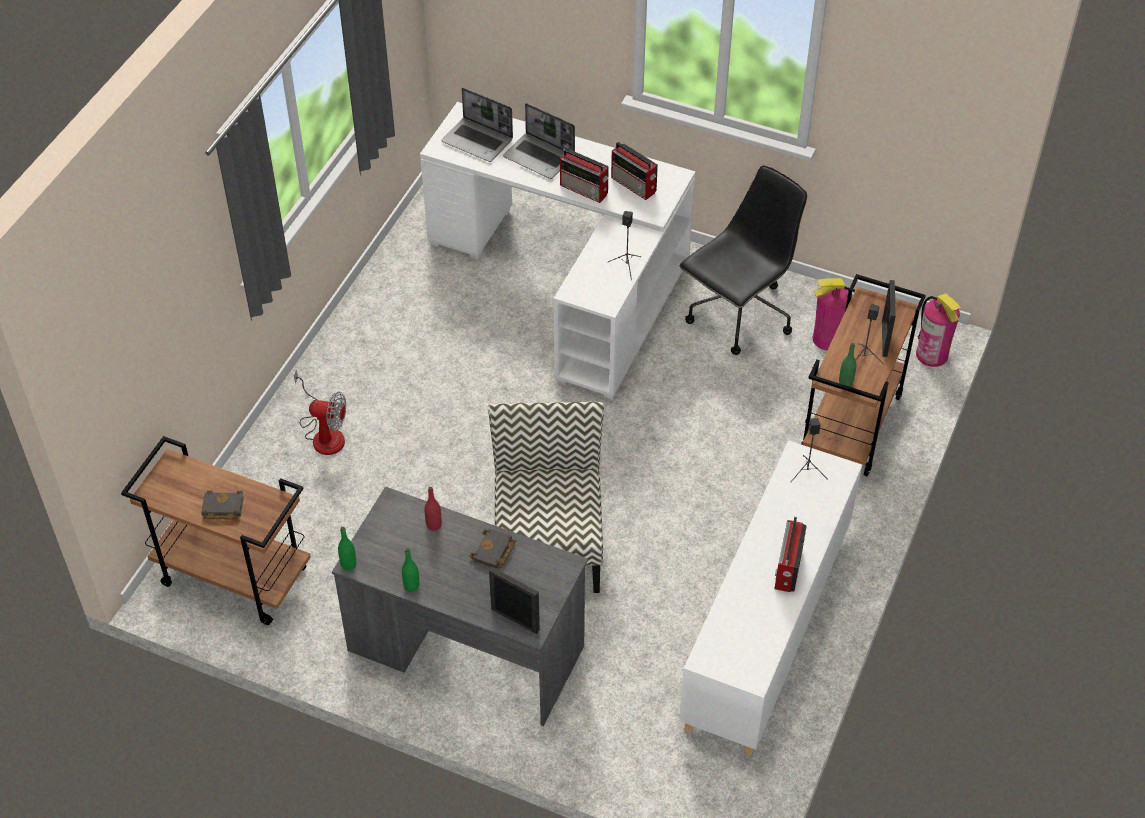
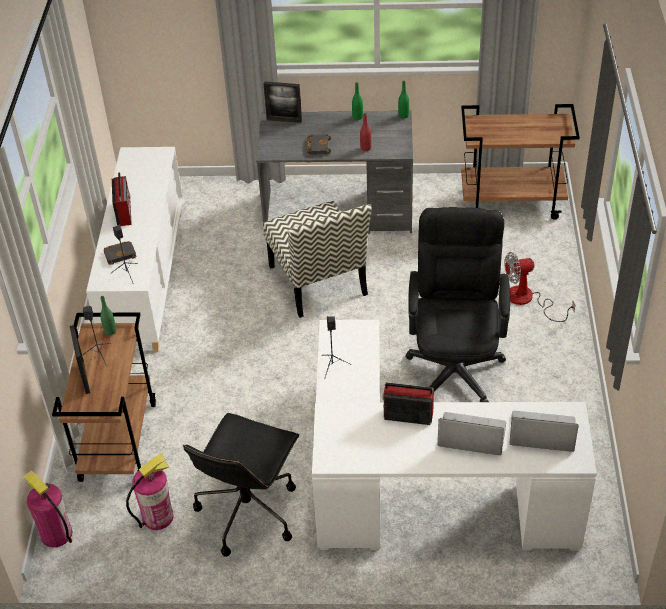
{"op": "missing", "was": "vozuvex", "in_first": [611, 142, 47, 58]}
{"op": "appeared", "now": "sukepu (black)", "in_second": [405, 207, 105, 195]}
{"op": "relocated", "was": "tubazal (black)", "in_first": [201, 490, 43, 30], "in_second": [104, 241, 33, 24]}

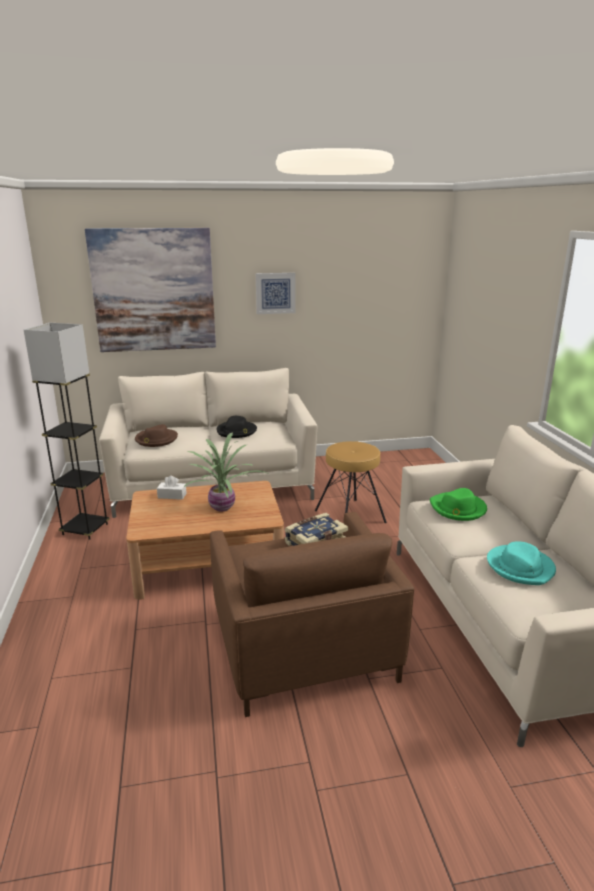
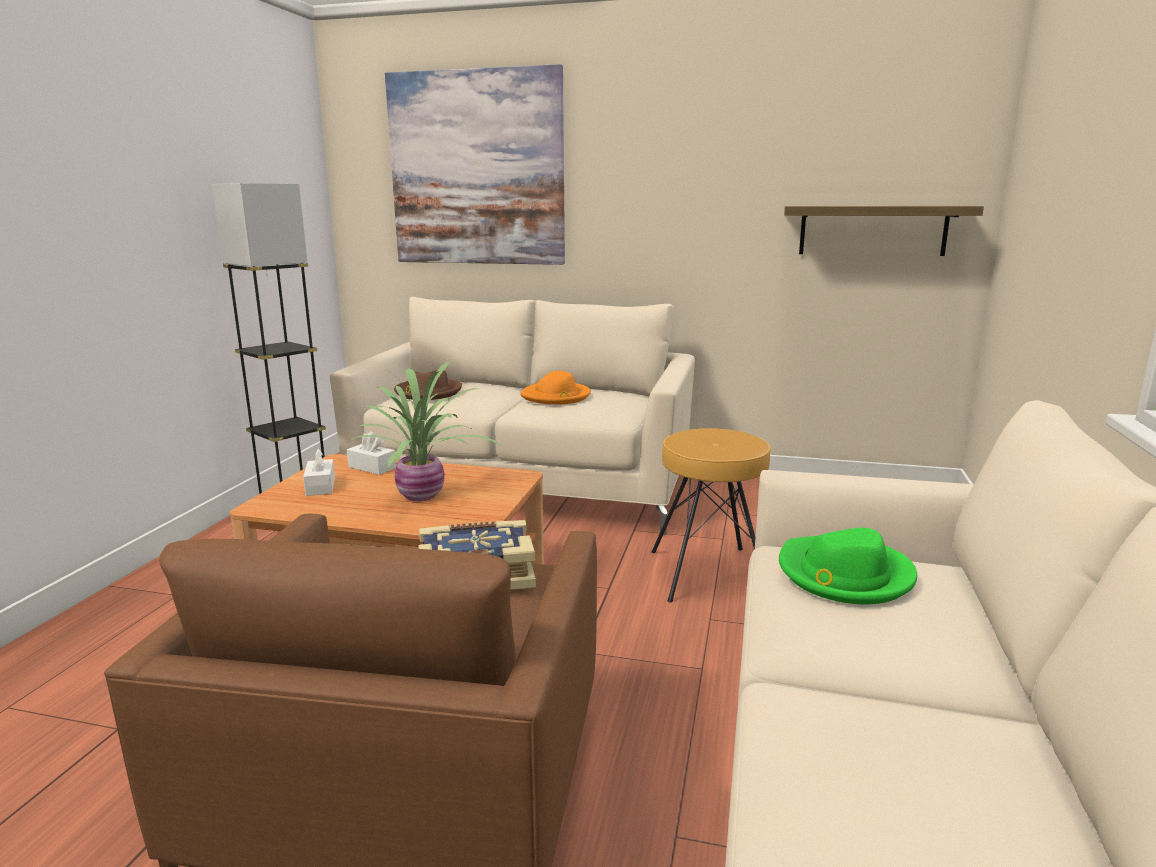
{"op": "missing", "was": "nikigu", "in_first": [256, 273, 40, 41]}
{"op": "missing", "was": "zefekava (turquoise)", "in_first": [487, 541, 69, 44]}
{"op": "appeared", "now": "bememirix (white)", "in_second": [303, 448, 32, 48]}
{"op": "appeared", "now": "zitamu", "in_second": [784, 206, 200, 50]}
{"op": "colour", "was": "zefekava (black)", "now": "zefekava (orange)", "in_first": [217, 416, 40, 22], "in_second": [520, 371, 71, 34]}

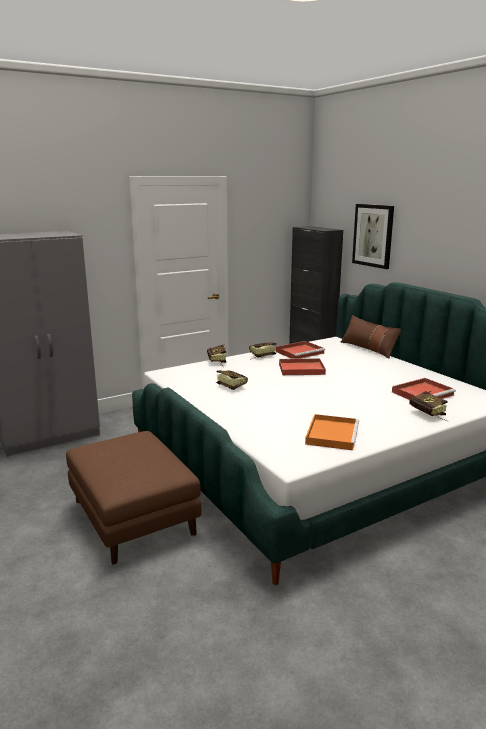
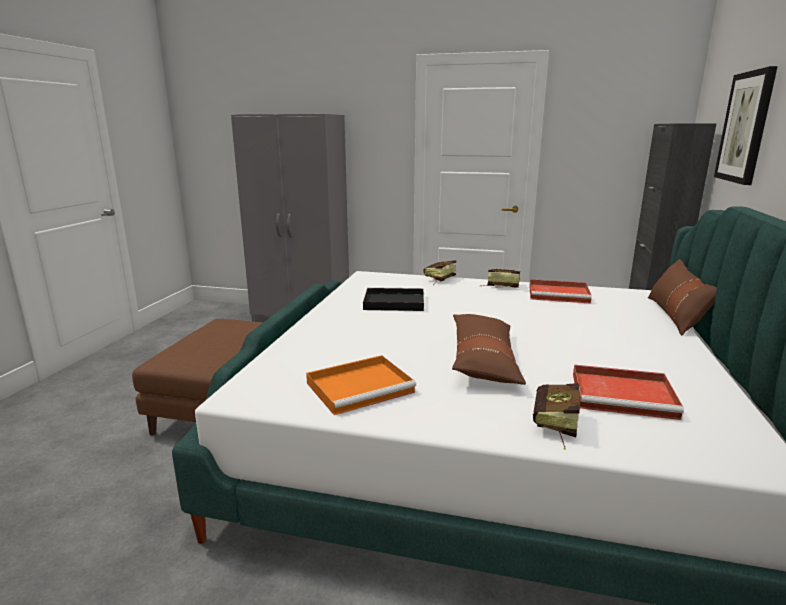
{"op": "missing", "was": "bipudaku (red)", "in_first": [279, 358, 47, 17]}
{"op": "appeared", "now": "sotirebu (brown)", "in_second": [452, 314, 74, 71]}
{"op": "exchanged", "was": "tubazal", "now": "bipudaku (black)", "in_first": [216, 370, 32, 20], "in_second": [363, 287, 61, 24]}

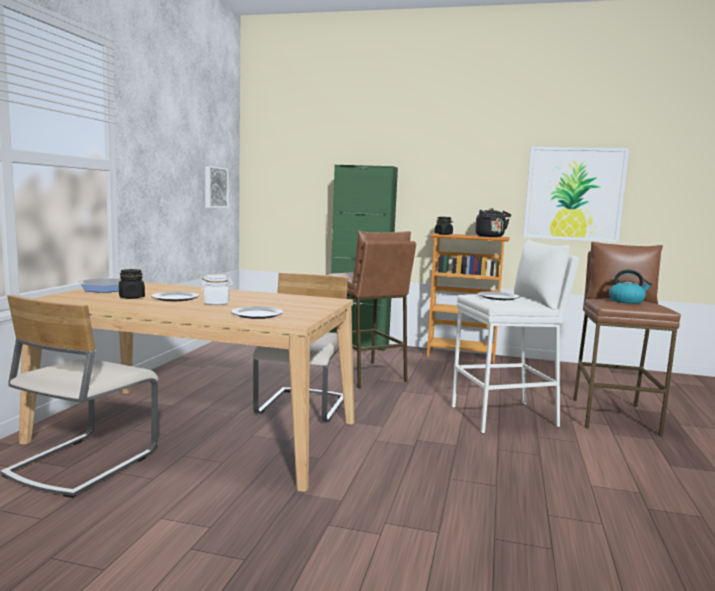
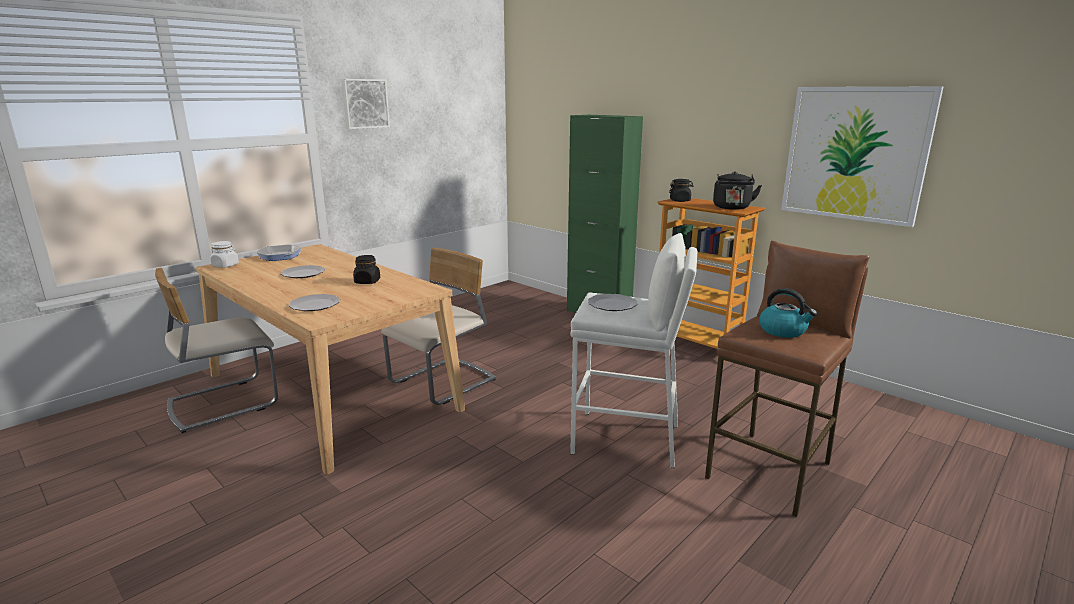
{"op": "missing", "was": "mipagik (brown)", "in_first": [327, 231, 89, 158]}
{"op": "relocated", "was": "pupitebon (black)", "in_first": [119, 269, 26, 30], "in_second": [353, 255, 27, 29]}
{"op": "relocated", "was": "pupitebon (white)", "in_first": [201, 275, 32, 30], "in_second": [210, 241, 29, 27]}
{"op": "relocated", "was": "nikigu", "in_first": [205, 166, 24, 42], "in_second": [341, 79, 49, 50]}

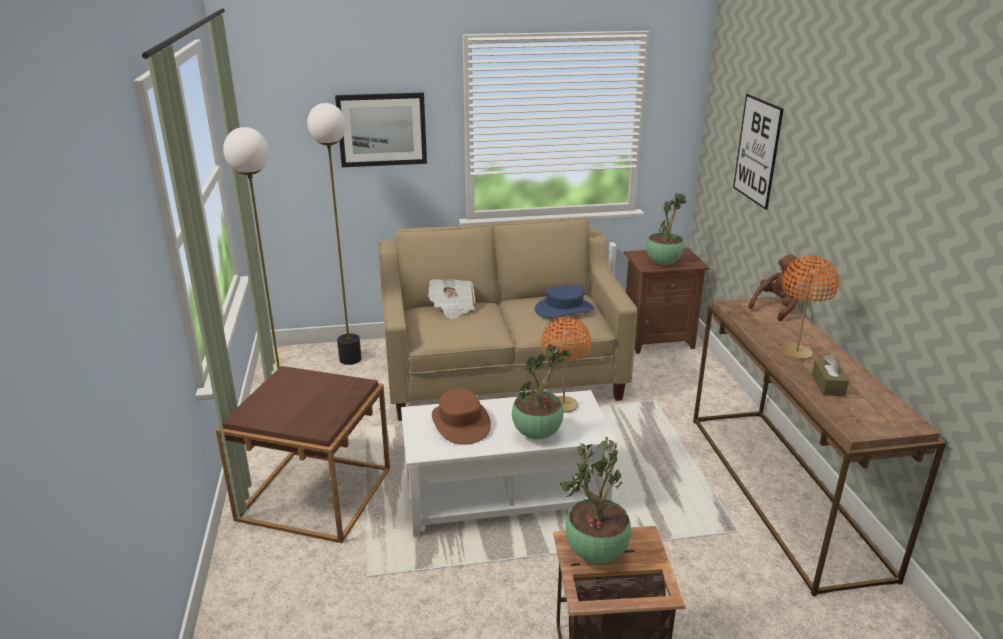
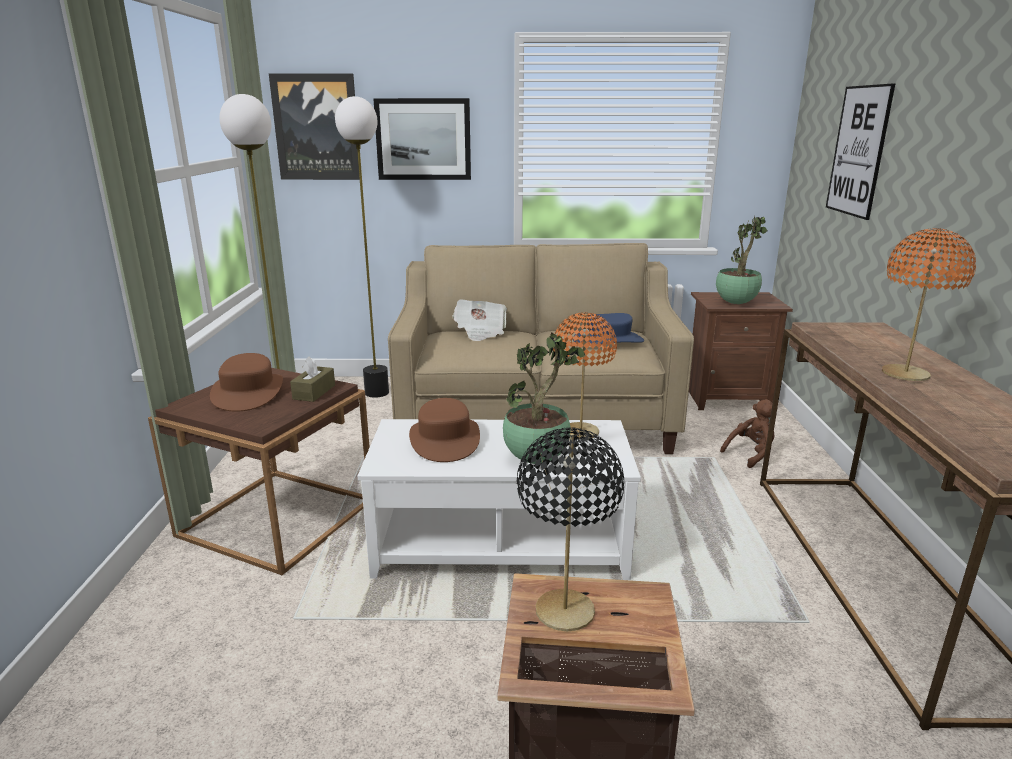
{"op": "appeared", "now": "zefekava (brown)", "in_second": [210, 353, 73, 59]}
{"op": "appeared", "now": "nikigu", "in_second": [269, 74, 91, 106]}
{"op": "relocated", "was": "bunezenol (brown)", "in_first": [748, 254, 52, 67], "in_second": [720, 399, 55, 69]}
{"op": "relocated", "was": "bememirix (brown)", "in_first": [812, 354, 37, 42], "in_second": [290, 356, 45, 46]}
{"op": "exchanged", "was": "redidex", "now": "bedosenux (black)", "in_first": [560, 437, 71, 127], "in_second": [517, 427, 107, 204]}

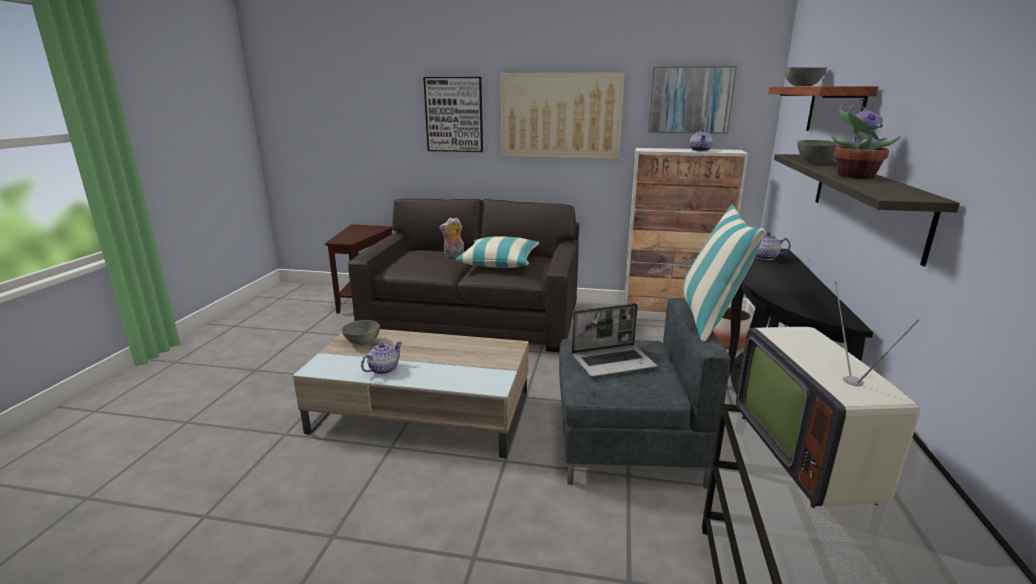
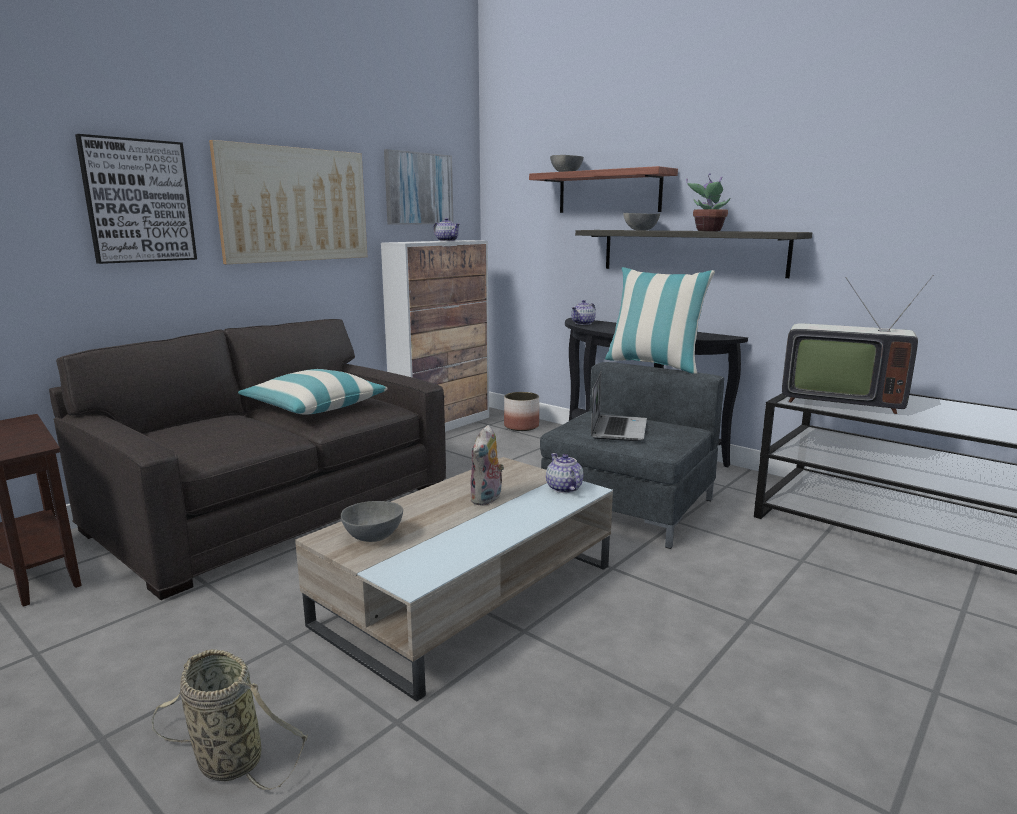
{"op": "appeared", "now": "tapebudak", "in_second": [152, 649, 156, 141]}
{"op": "relocated", "was": "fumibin", "in_first": [361, 341, 41, 33], "in_second": [546, 453, 38, 40]}
{"op": "relocated", "was": "bunezenol", "in_first": [439, 217, 25, 40], "in_second": [470, 425, 34, 81]}

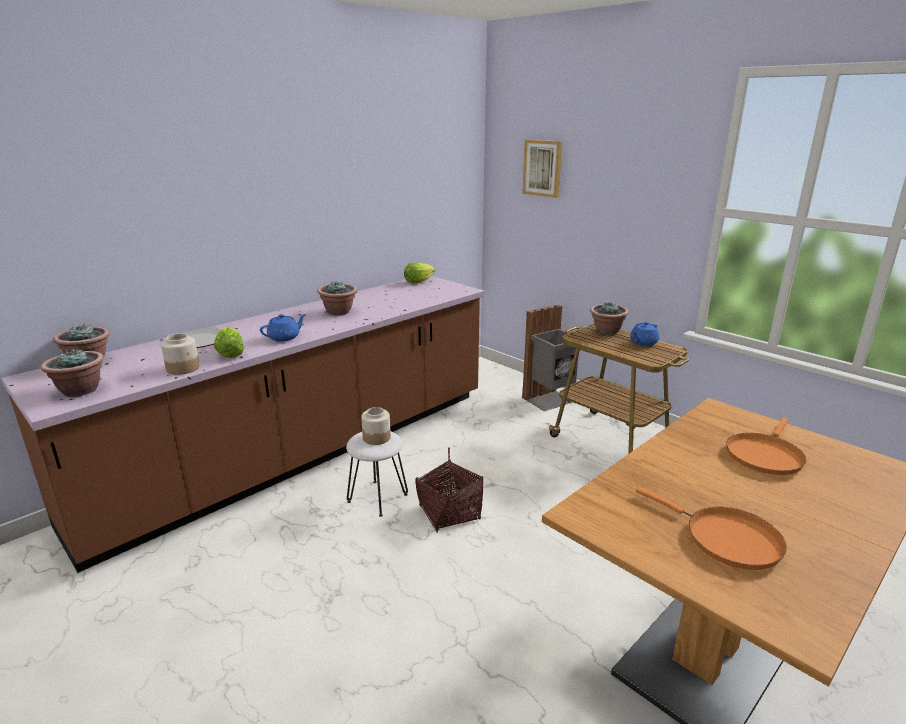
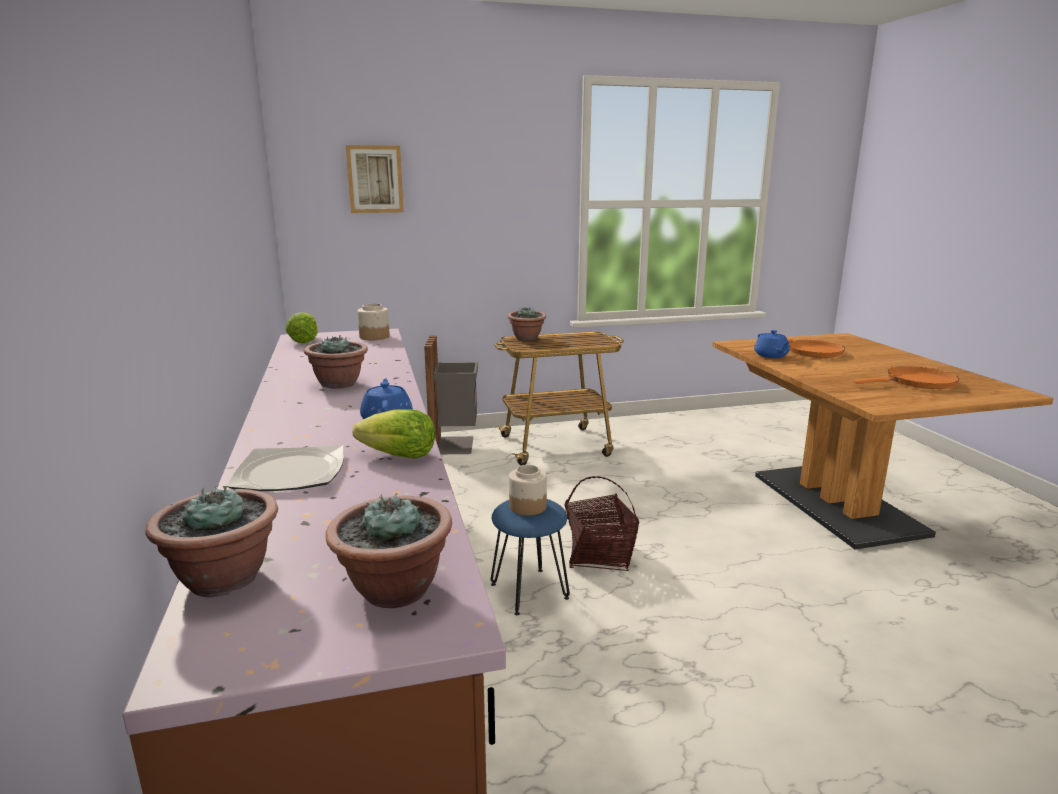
{"op": "relocated", "was": "pupitebon", "in_first": [161, 334, 39, 41], "in_second": [357, 303, 33, 37]}
{"op": "relocated", "was": "fumibin (blue)", "in_first": [630, 322, 29, 24], "in_second": [754, 330, 36, 28]}
{"op": "colour", "was": "mipagik (white)", "now": "mipagik (blue)", "in_first": [346, 432, 62, 85], "in_second": [491, 499, 79, 116]}

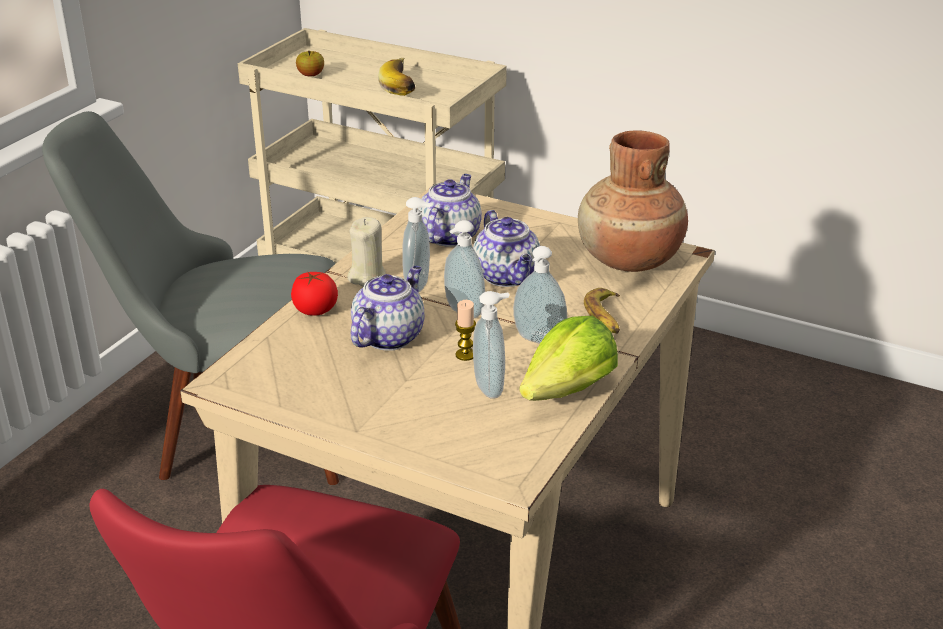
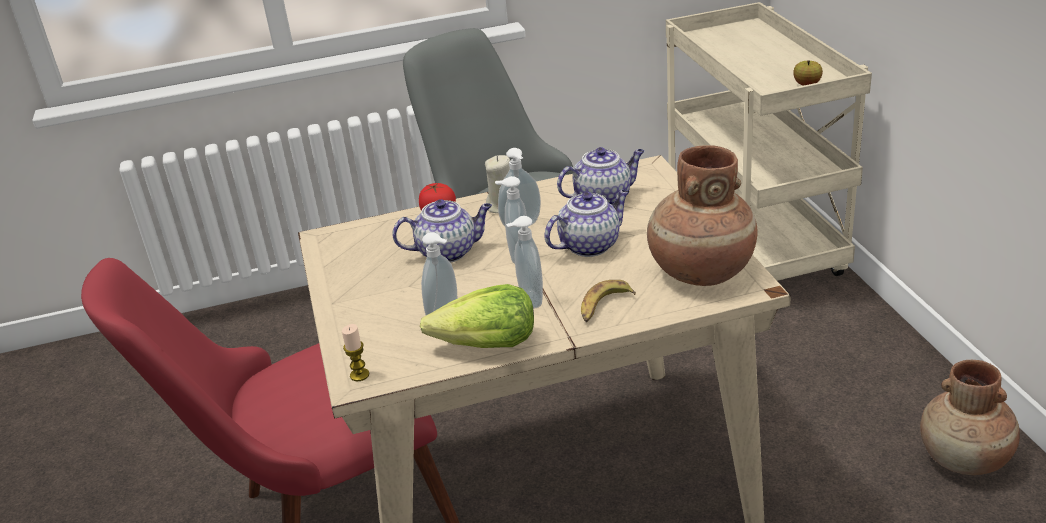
{"op": "missing", "was": "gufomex", "in_first": [378, 58, 37, 38]}
{"op": "appeared", "now": "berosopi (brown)", "in_second": [920, 360, 100, 115]}
{"op": "relocated", "was": "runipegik", "in_first": [296, 51, 28, 26], "in_second": [793, 60, 30, 26]}
{"op": "relocated", "was": "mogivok", "in_first": [455, 300, 21, 61], "in_second": [342, 324, 27, 57]}
{"op": "spun", "was": "fumibin", "in_first": [473, 210, 67, 77], "in_second": [544, 189, 85, 68], "clockwise": -150}

